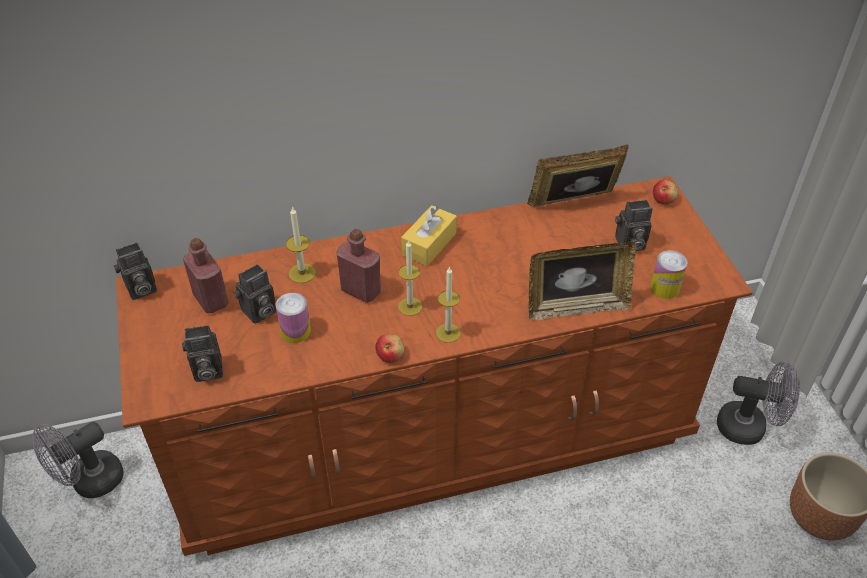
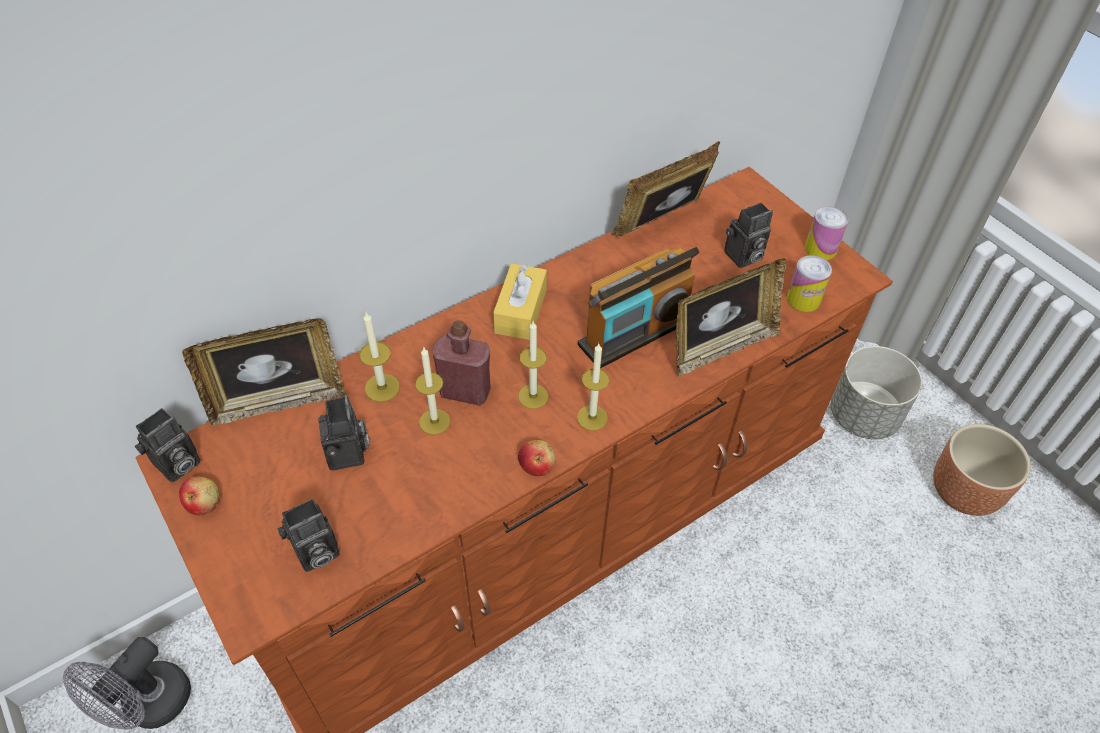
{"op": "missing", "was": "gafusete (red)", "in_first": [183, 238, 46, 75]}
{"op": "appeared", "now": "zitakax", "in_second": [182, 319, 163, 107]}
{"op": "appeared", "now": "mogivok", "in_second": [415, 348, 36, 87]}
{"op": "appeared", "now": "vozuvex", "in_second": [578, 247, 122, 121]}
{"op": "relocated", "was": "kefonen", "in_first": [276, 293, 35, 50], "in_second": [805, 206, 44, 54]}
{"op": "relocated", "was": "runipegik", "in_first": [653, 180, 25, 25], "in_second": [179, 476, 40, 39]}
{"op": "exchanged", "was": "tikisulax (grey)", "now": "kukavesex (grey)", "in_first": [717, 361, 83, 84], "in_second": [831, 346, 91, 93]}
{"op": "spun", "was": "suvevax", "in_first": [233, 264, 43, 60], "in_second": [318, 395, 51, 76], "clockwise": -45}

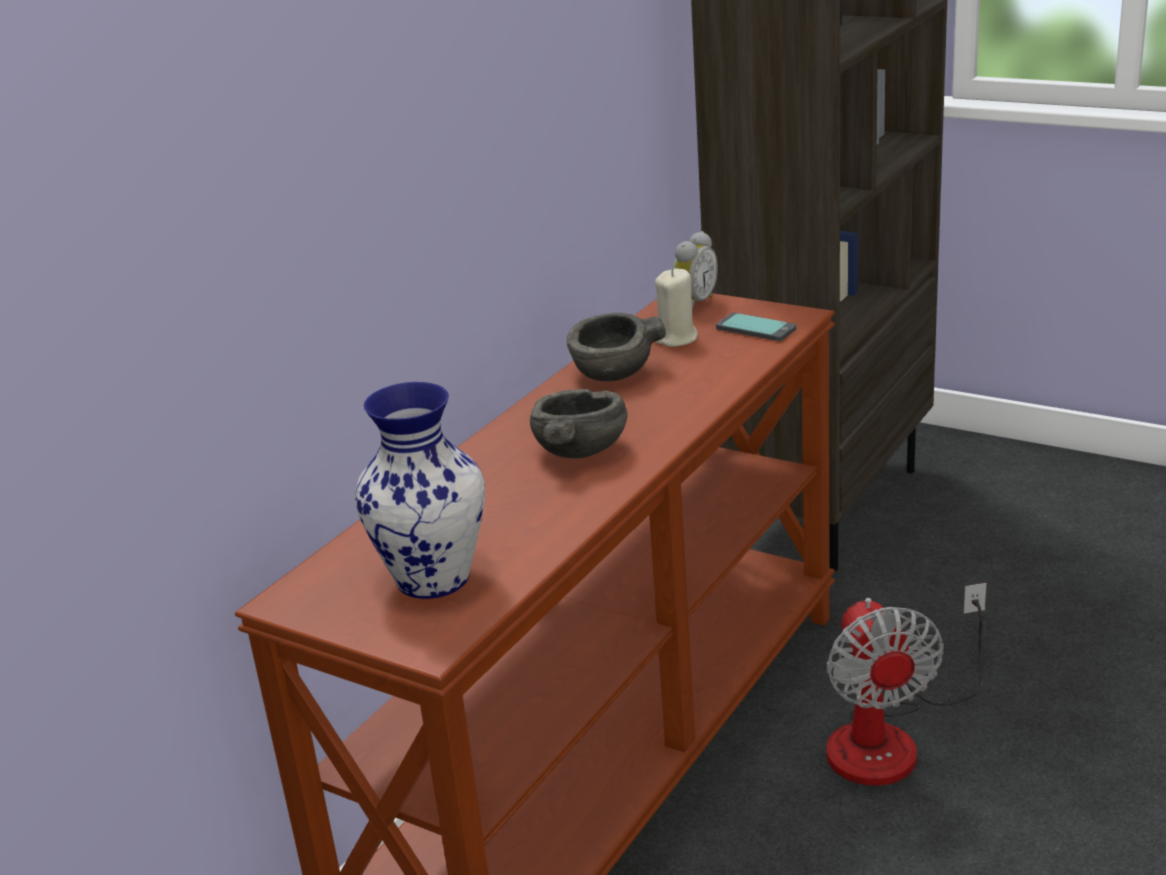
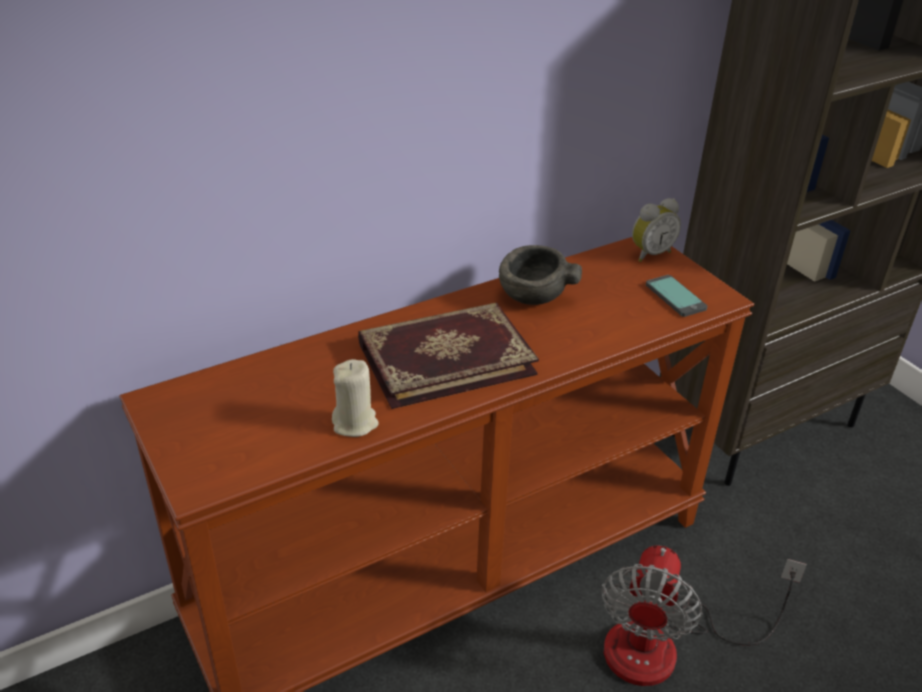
{"op": "missing", "was": "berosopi", "in_first": [355, 382, 130, 217]}
{"op": "relocated", "was": "mogivok (beige)", "in_first": [655, 268, 43, 79], "in_second": [332, 359, 47, 78]}
{"op": "exchanged", "was": "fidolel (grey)", "now": "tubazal", "in_first": [530, 389, 98, 69], "in_second": [358, 303, 181, 106]}

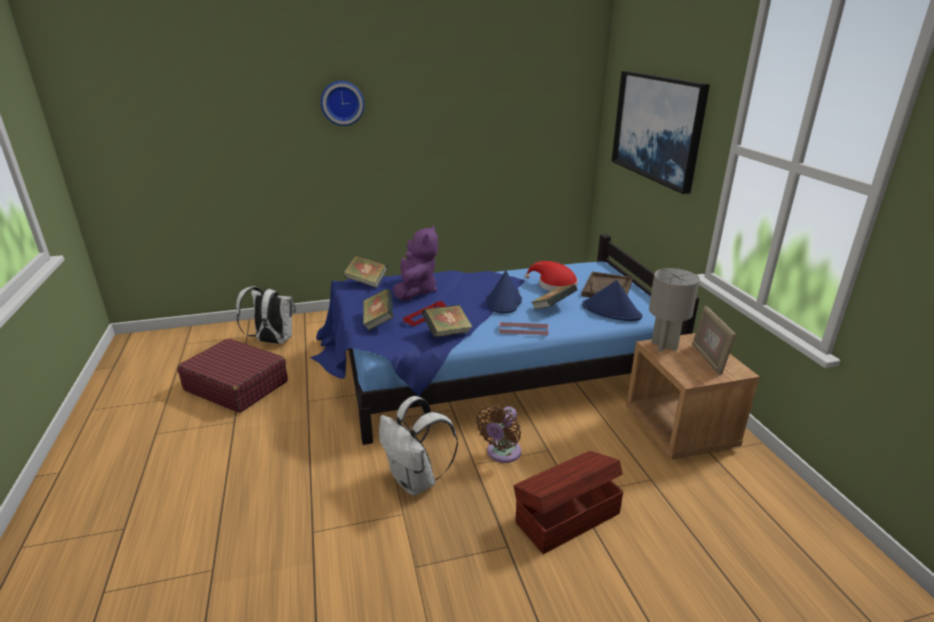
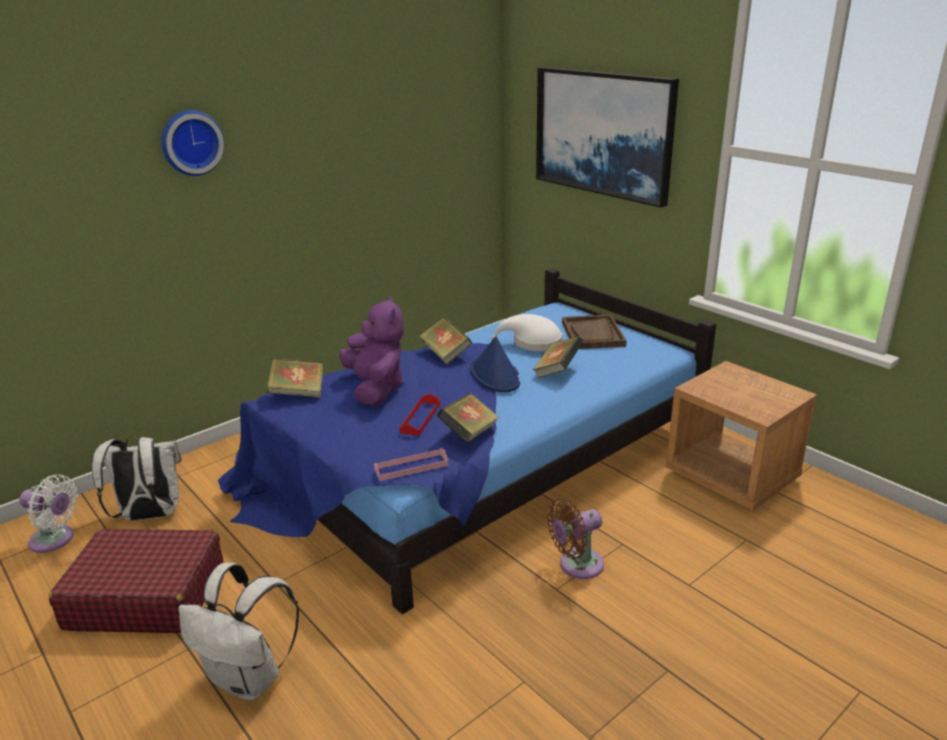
{"op": "missing", "was": "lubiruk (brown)", "in_first": [513, 451, 111, 103]}
{"op": "missing", "was": "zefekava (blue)", "in_first": [582, 280, 60, 41]}
{"op": "missing", "was": "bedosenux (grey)", "in_first": [649, 268, 51, 84]}
{"op": "missing", "was": "zitakax", "in_first": [692, 306, 44, 69]}
{"op": "appeared", "now": "tikisulax (white)", "in_second": [19, 474, 59, 79]}
{"op": "relocated", "was": "tubazal", "in_first": [363, 289, 30, 42], "in_second": [419, 317, 53, 47]}
{"op": "relocated", "was": "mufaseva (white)", "in_first": [379, 396, 79, 100], "in_second": [178, 563, 121, 138]}
{"op": "relocated", "was": "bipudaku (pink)", "in_first": [499, 322, 49, 13], "in_second": [374, 448, 74, 33]}
{"op": "colour", "was": "zefekava (red)", "now": "zefekava (white)", "in_first": [524, 261, 54, 30], "in_second": [491, 314, 71, 37]}
{"op": "spun", "was": "tikisulax (brown)", "in_first": [476, 405, 45, 58], "in_second": [547, 499, 57, 80], "clockwise": 60}

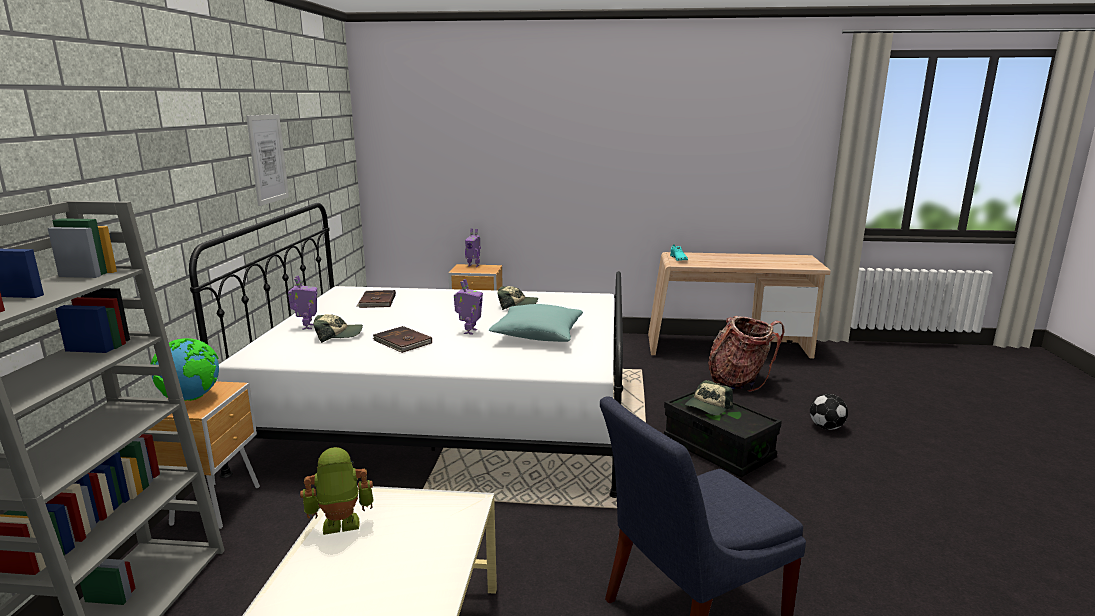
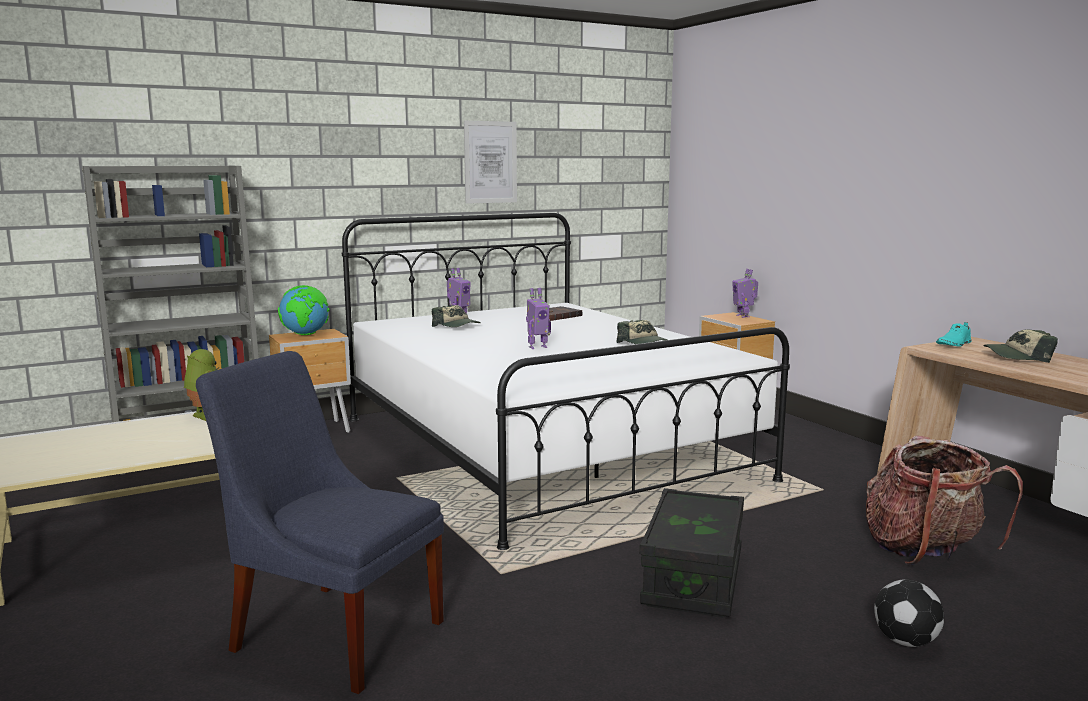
{"op": "missing", "was": "tubazal (brown)", "in_first": [373, 326, 59, 27]}
{"op": "missing", "was": "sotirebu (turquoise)", "in_first": [489, 304, 94, 38]}
{"op": "relocated", "was": "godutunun", "in_first": [685, 380, 48, 36], "in_second": [983, 329, 75, 34]}

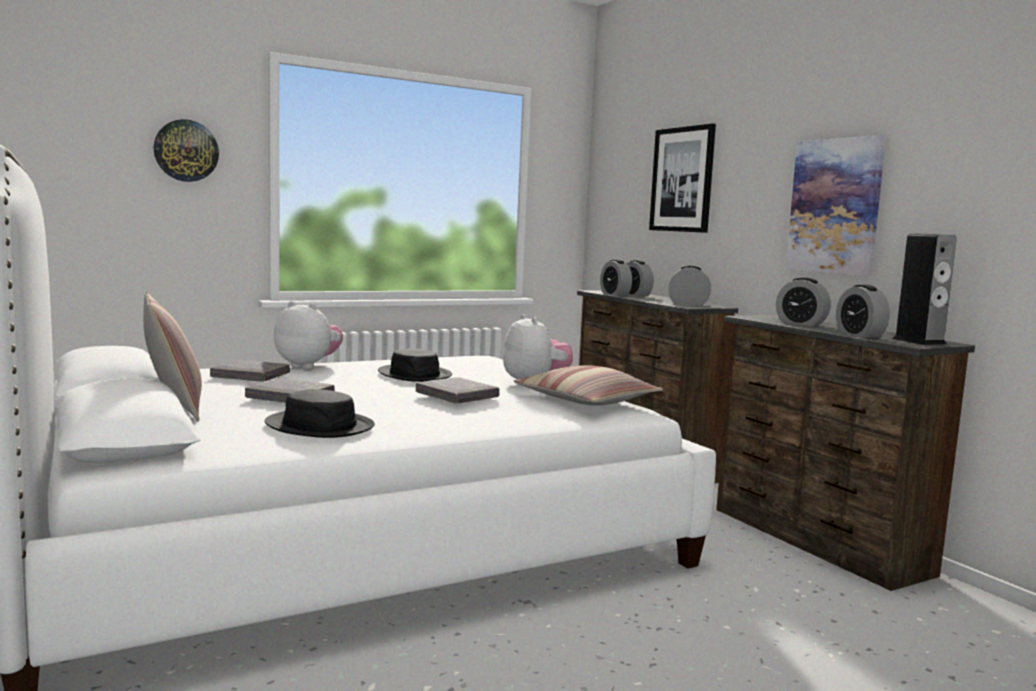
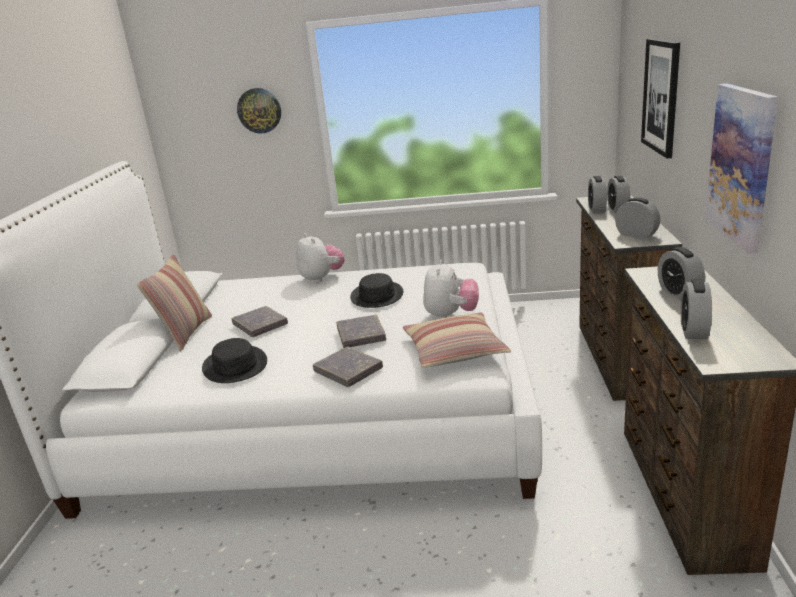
{"op": "missing", "was": "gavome", "in_first": [892, 233, 65, 112]}
{"op": "relocated", "was": "tubazal (grey)", "in_first": [210, 360, 80, 22], "in_second": [313, 346, 70, 41]}

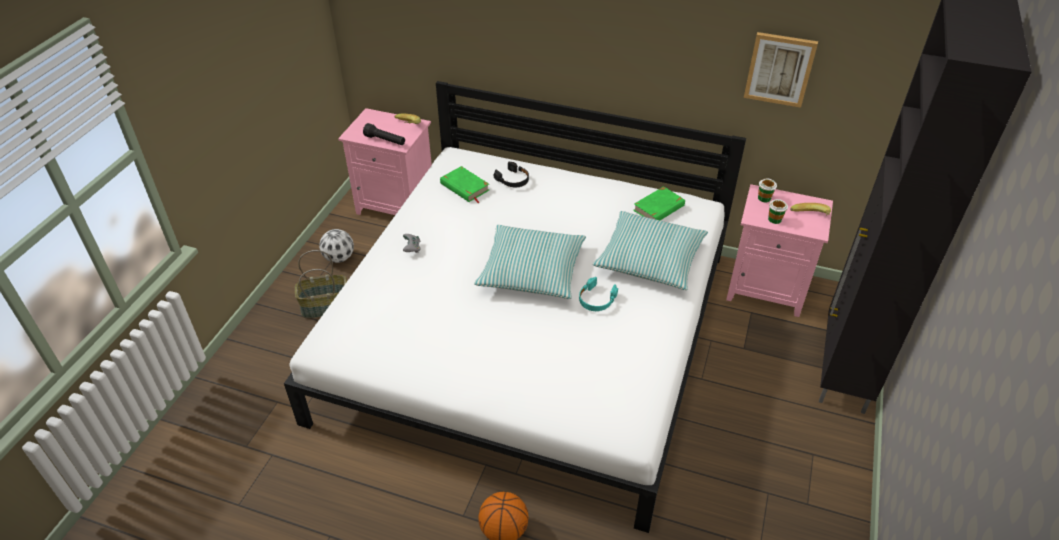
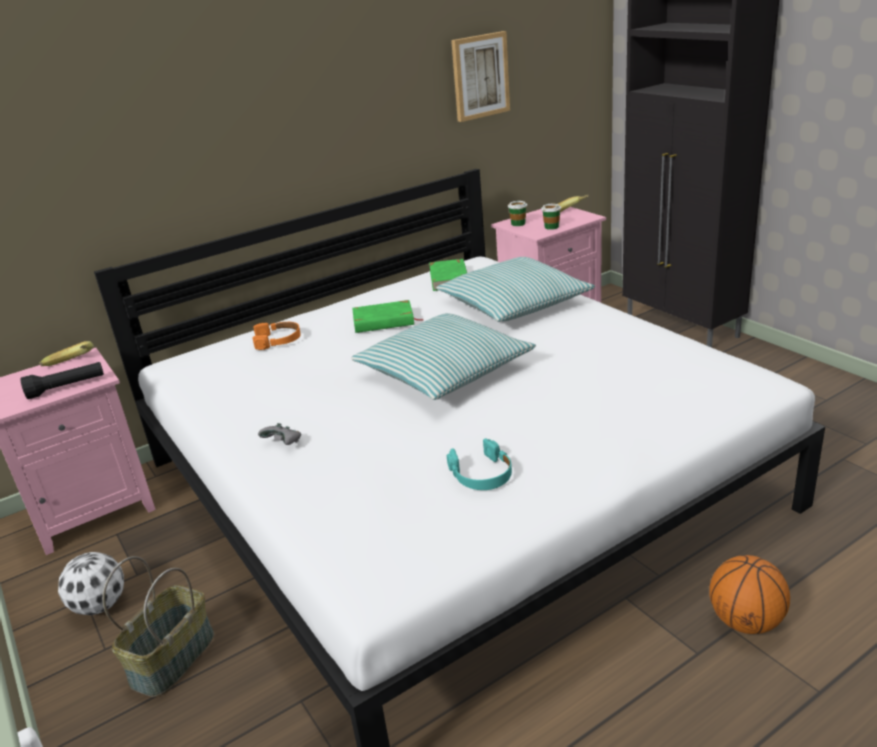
{"op": "relocated", "was": "tubazal (green)", "in_first": [440, 166, 49, 37], "in_second": [352, 300, 72, 33]}
{"op": "relocated", "was": "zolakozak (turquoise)", "in_first": [579, 277, 39, 34], "in_second": [447, 438, 65, 52]}
{"op": "colour", "was": "zolakozak (black)", "now": "zolakozak (orange)", "in_first": [494, 162, 35, 25], "in_second": [253, 322, 48, 28]}

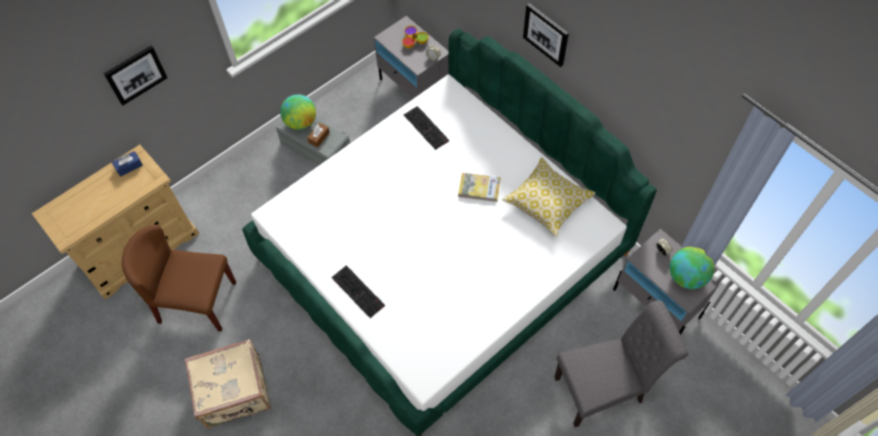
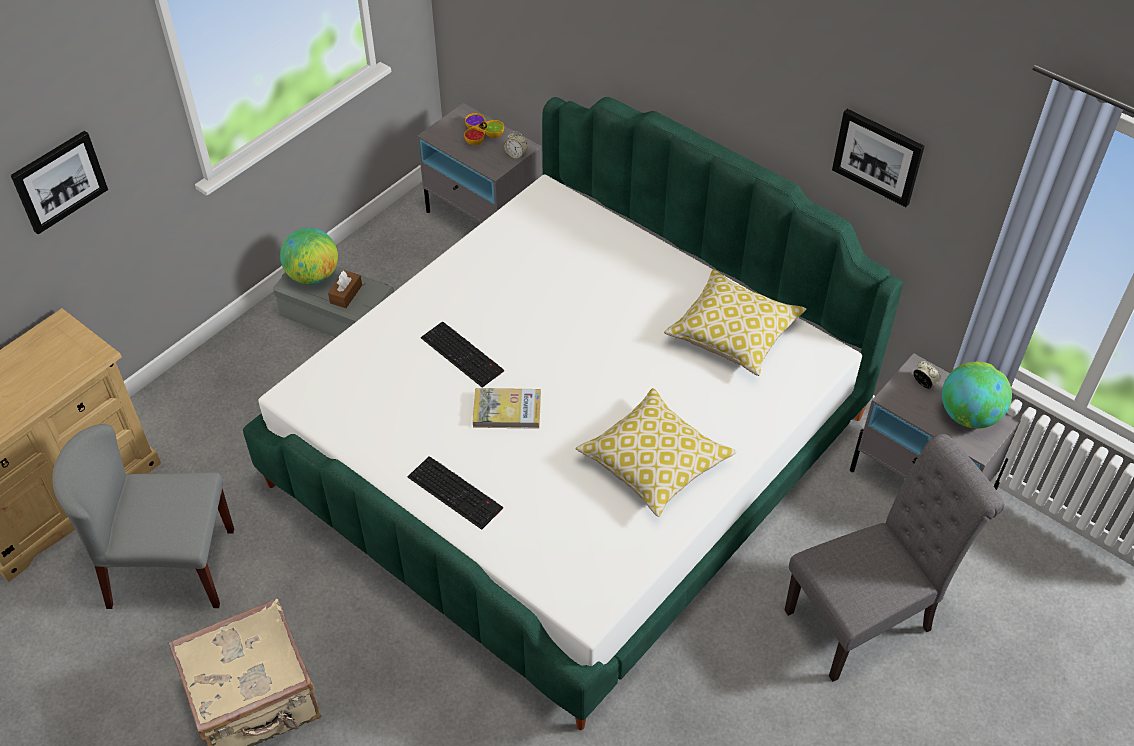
{"op": "missing", "was": "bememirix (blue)", "in_first": [112, 151, 31, 26]}
{"op": "appeared", "now": "sotirebu", "in_second": [576, 388, 161, 129]}
{"op": "relocated", "was": "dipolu", "in_first": [404, 106, 45, 44], "in_second": [421, 321, 83, 67]}
{"op": "relocated", "was": "tubazal", "in_first": [458, 173, 43, 29], "in_second": [473, 388, 68, 41]}
{"op": "relocated", "was": "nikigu", "in_first": [523, 3, 46, 64], "in_second": [832, 109, 93, 98]}
{"op": "colour", "was": "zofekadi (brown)", "now": "zofekadi (grey)", "in_first": [122, 225, 114, 106], "in_second": [52, 424, 182, 185]}

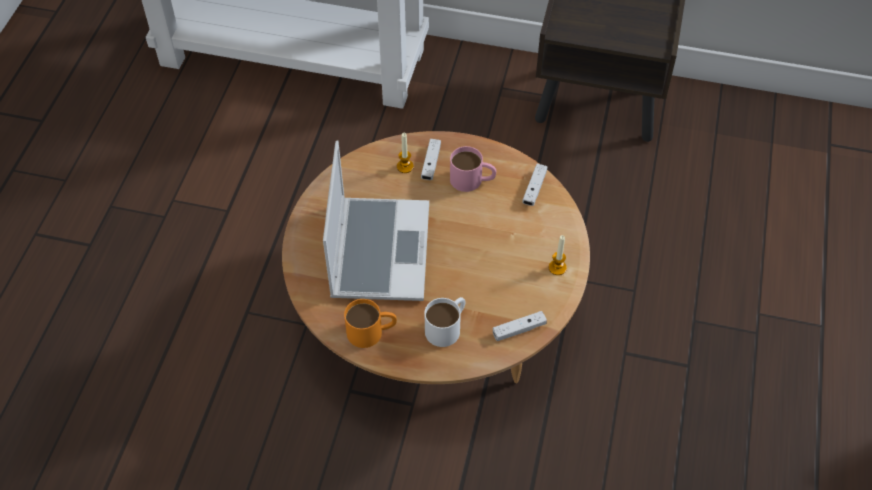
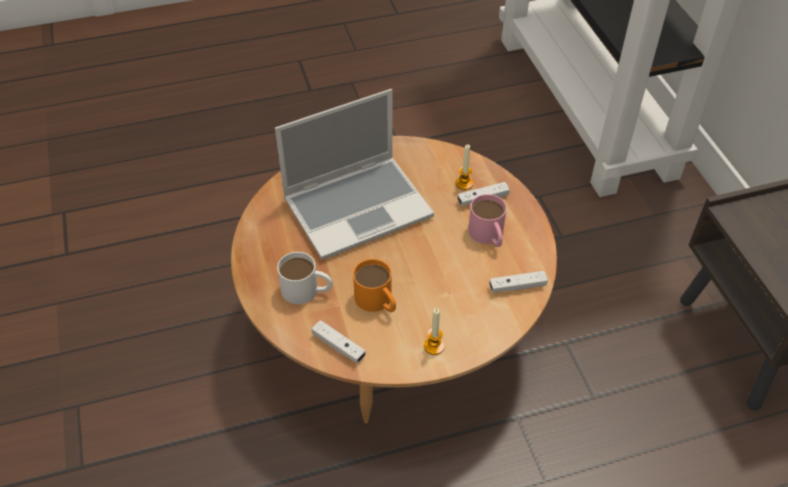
{"op": "relocated", "was": "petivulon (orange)", "in_first": [344, 299, 53, 49], "in_second": [353, 259, 43, 53]}

